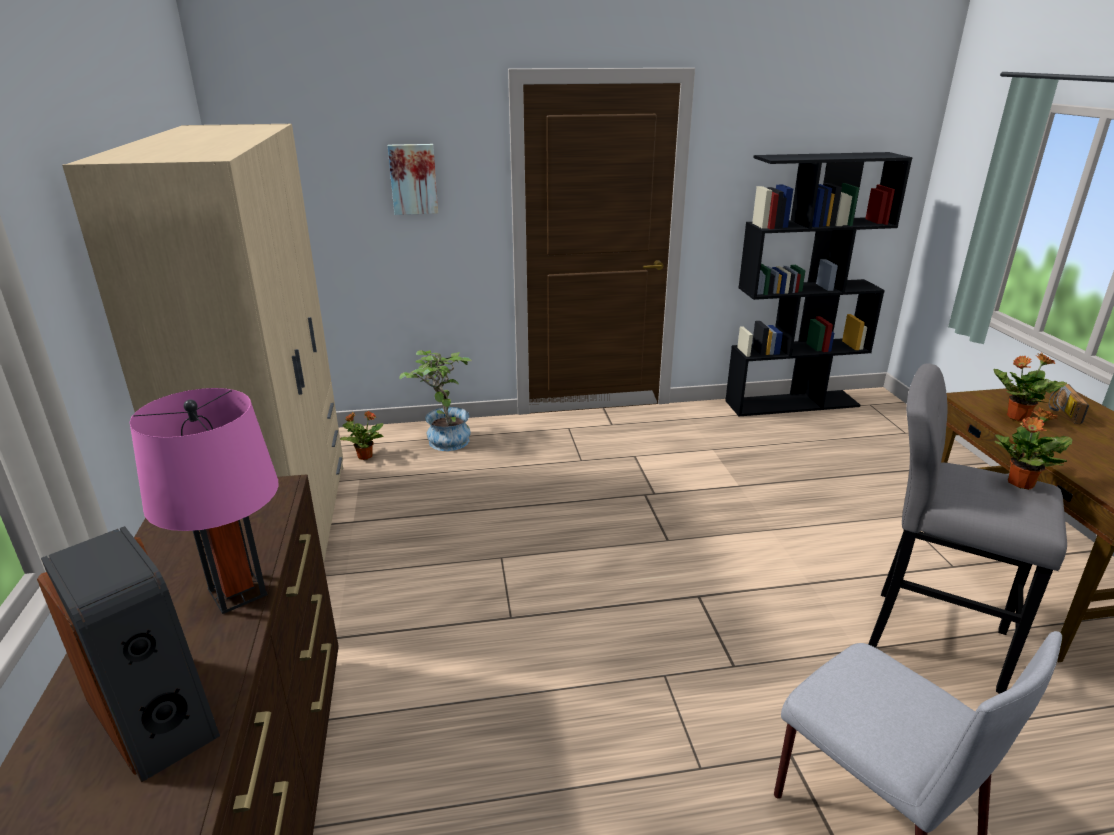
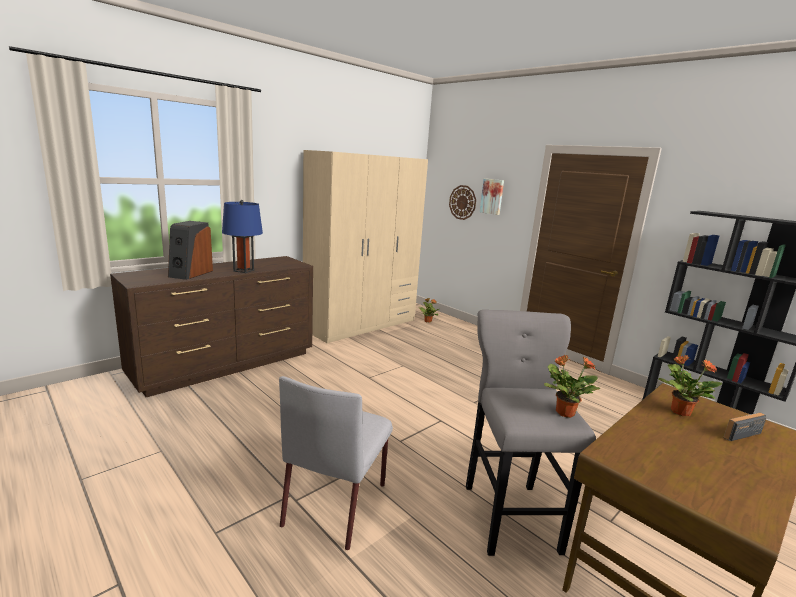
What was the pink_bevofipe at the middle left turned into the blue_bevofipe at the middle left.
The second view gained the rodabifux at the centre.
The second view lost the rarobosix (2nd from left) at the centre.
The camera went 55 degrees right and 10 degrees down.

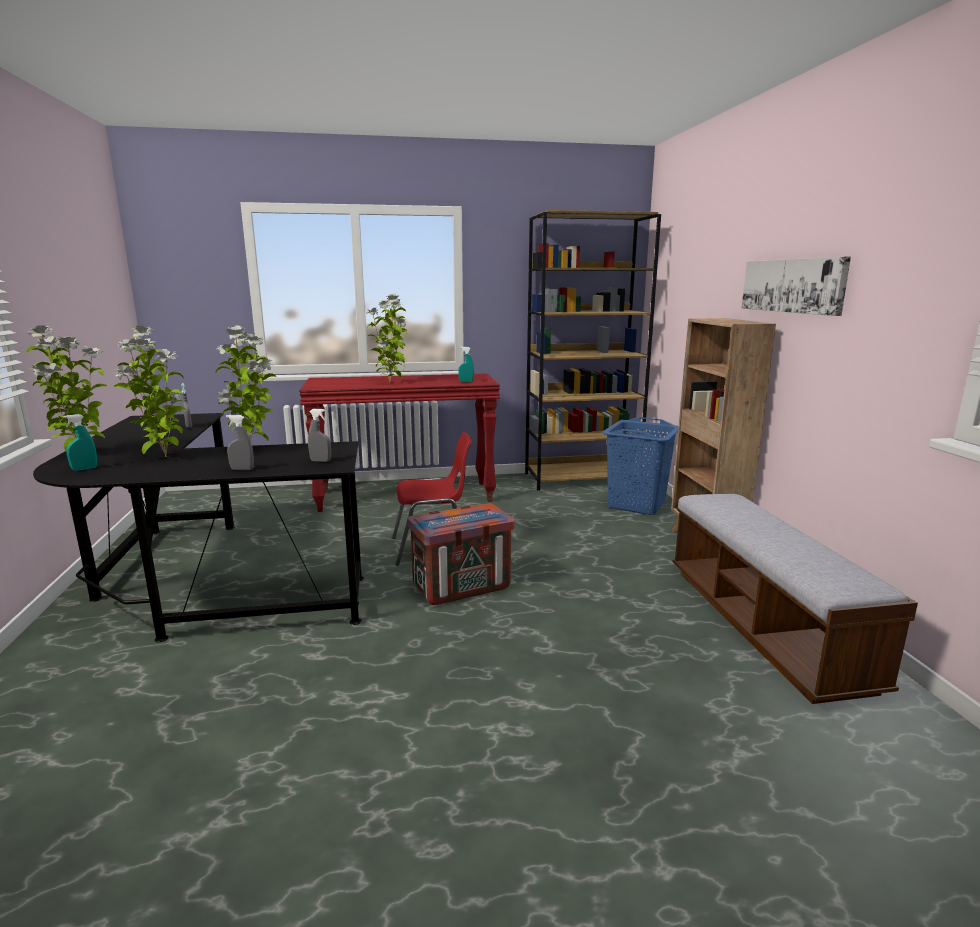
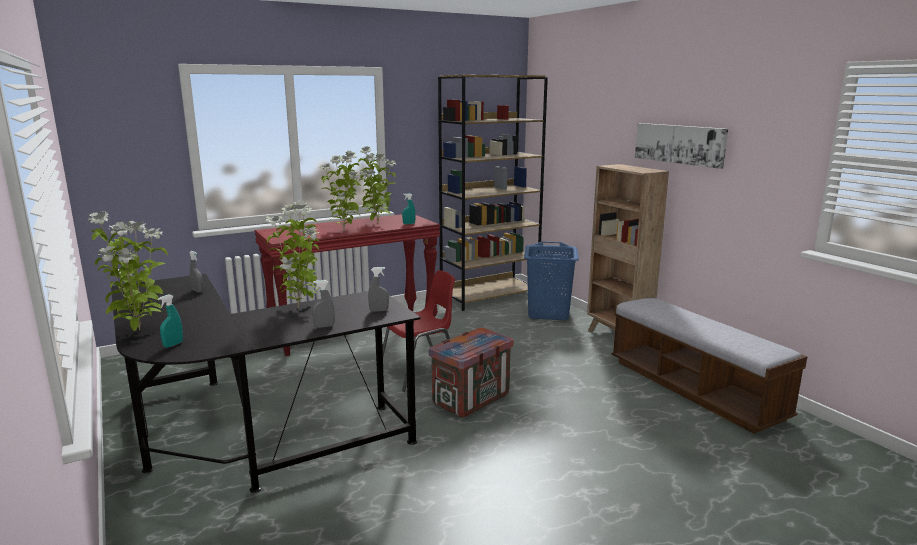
The rarobosix (2nd from left in the first image) ended up elsewhere, having gone from the middle left to the centre.
The camera went 20 degrees left and 0 degrees up.

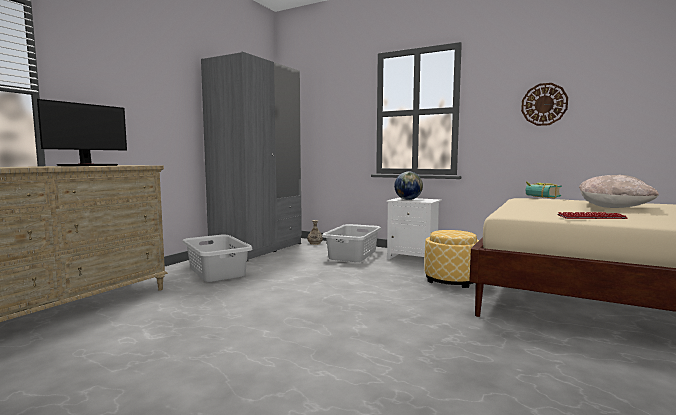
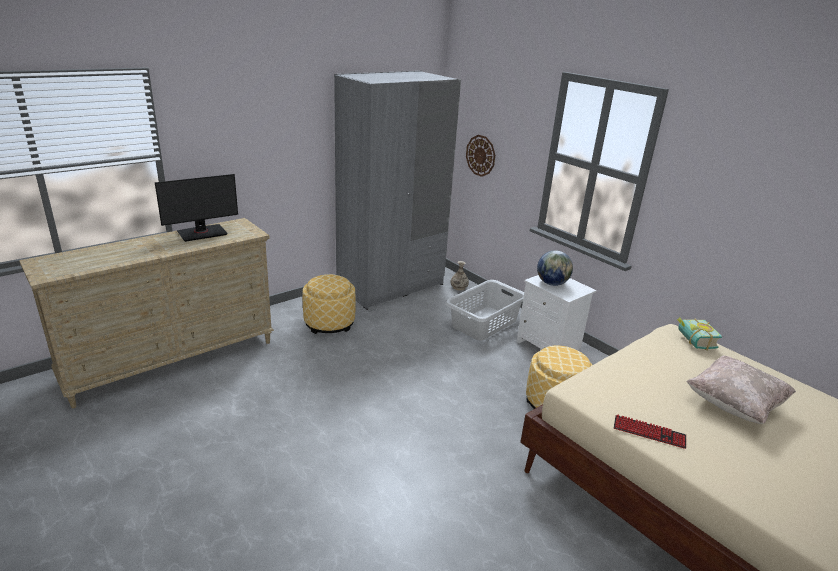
Where the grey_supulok (1st from left) stood at the middle left, the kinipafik (1st from left) came to stand at the centre.
The rodabifux ended up elsewhere, having gone from the top right to the top centre.
The camera went 20 degrees right and 20 degrees up.

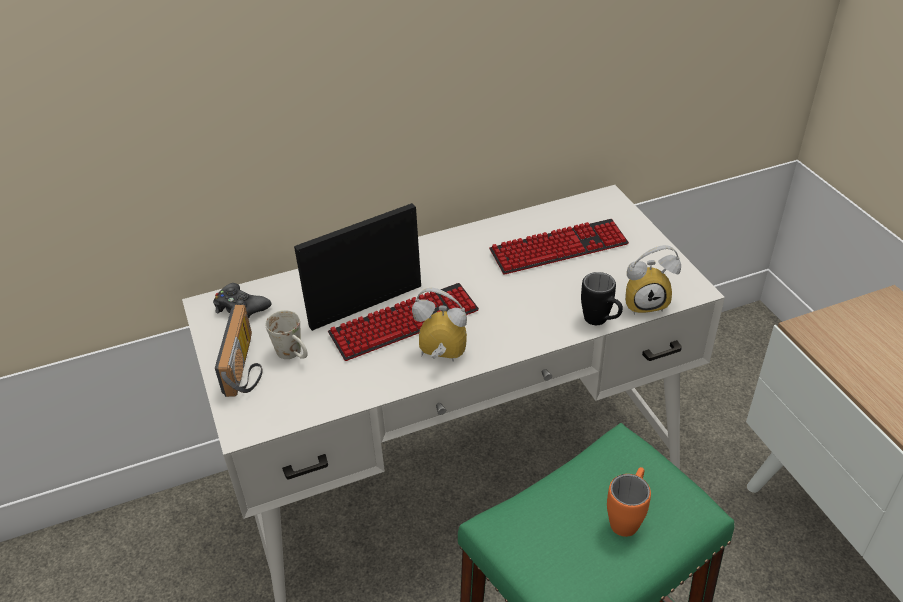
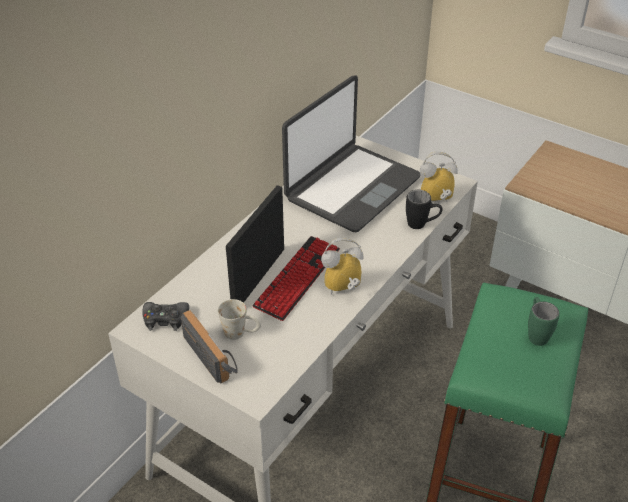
Where the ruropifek (2nd from left) stood at the centre, the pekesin came to stand at the top centre.
The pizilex (2nd from left) at the middle right ended up facing another way, 150 degrees counterclockwise from before.
What was the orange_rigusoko at the bottom right turned into the green_rigusoko at the middle right.
The camera went 35 degrees left and 0 degrees up.

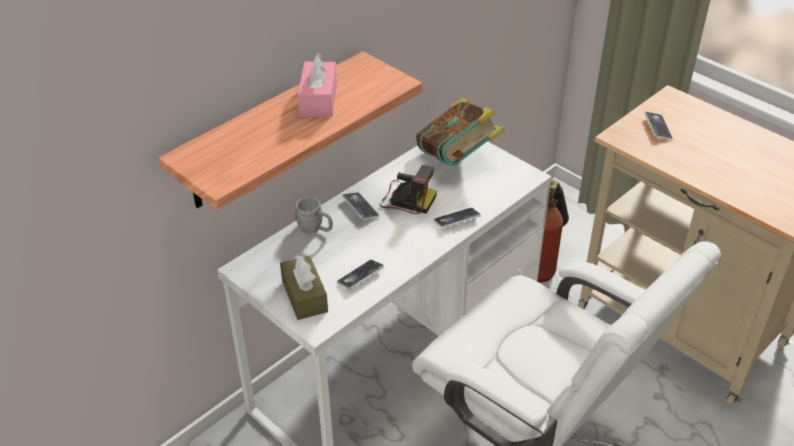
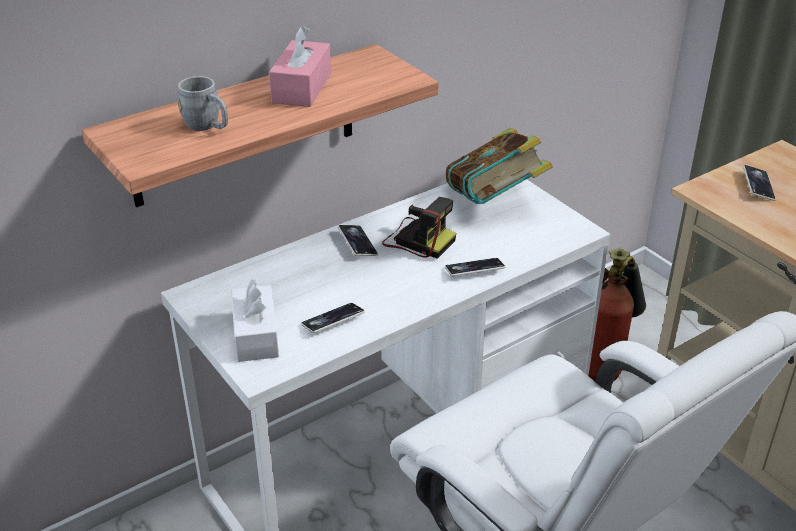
The grey_rigusoko ended up elsewhere, having gone from the centre to the top left.
What was the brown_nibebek at the centre turned into the white_nibebek at the middle left.
The camera went 10 degrees right and 5 degrees down.

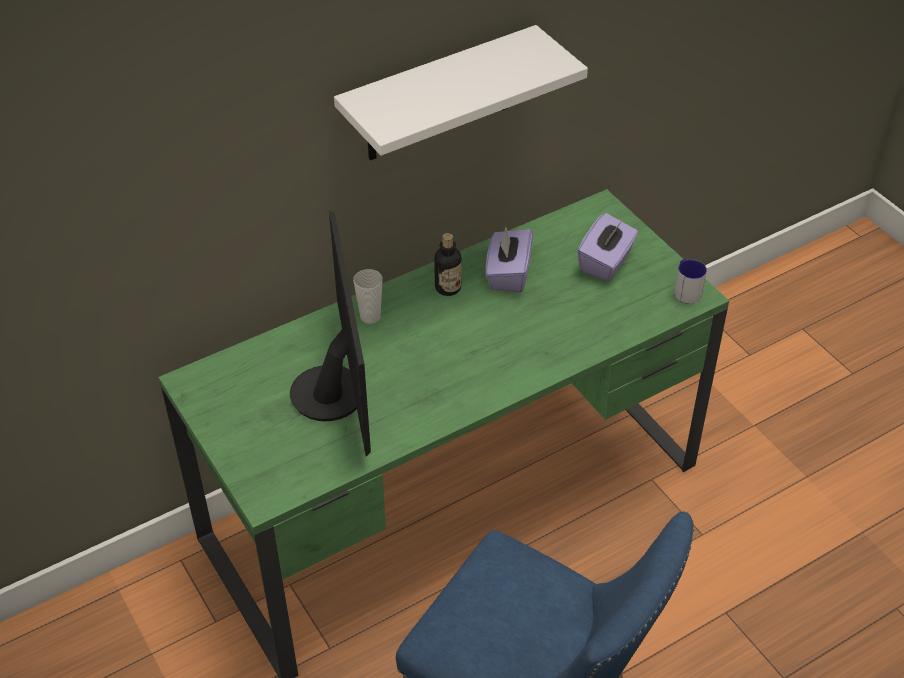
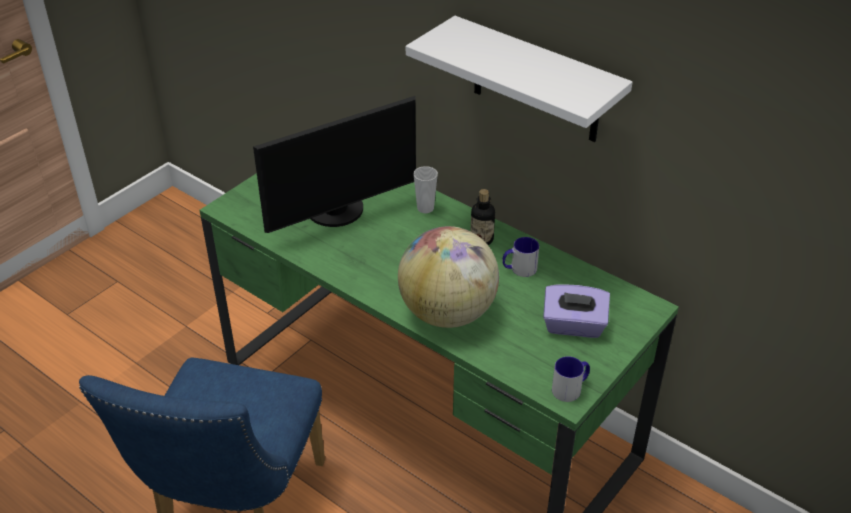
The second view gained the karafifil at the centre.
Where the purple_nibebek (1st from left) stood at the centre, the rigusoko (1st from left) came to stand at the centre.
The camera went 70 degrees right and 5 degrees down.

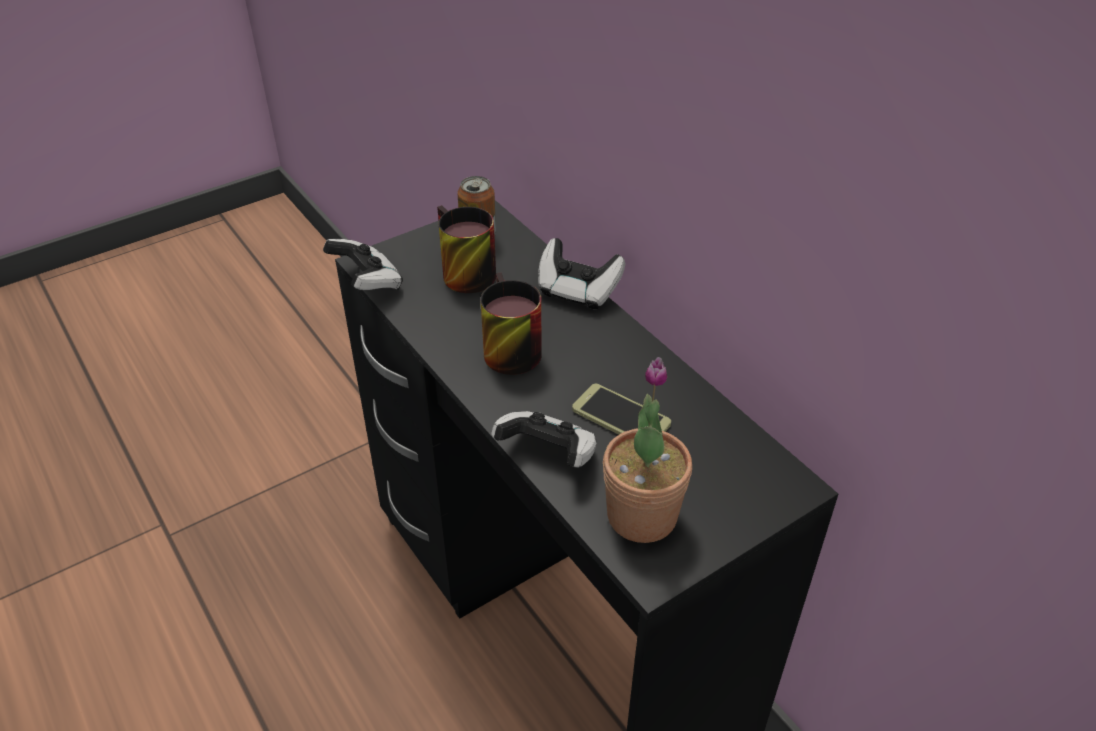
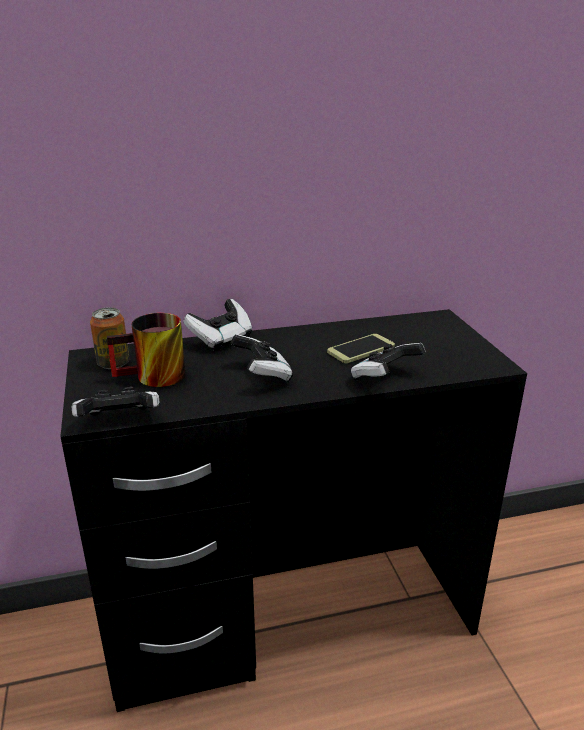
Where the rigusoko (2nd from left) stood at the centre, the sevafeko (3rd from left) came to stand at the centre.
The second view lost the rarobosix at the centre.
The camera went 70 degrees left and 15 degrees down.

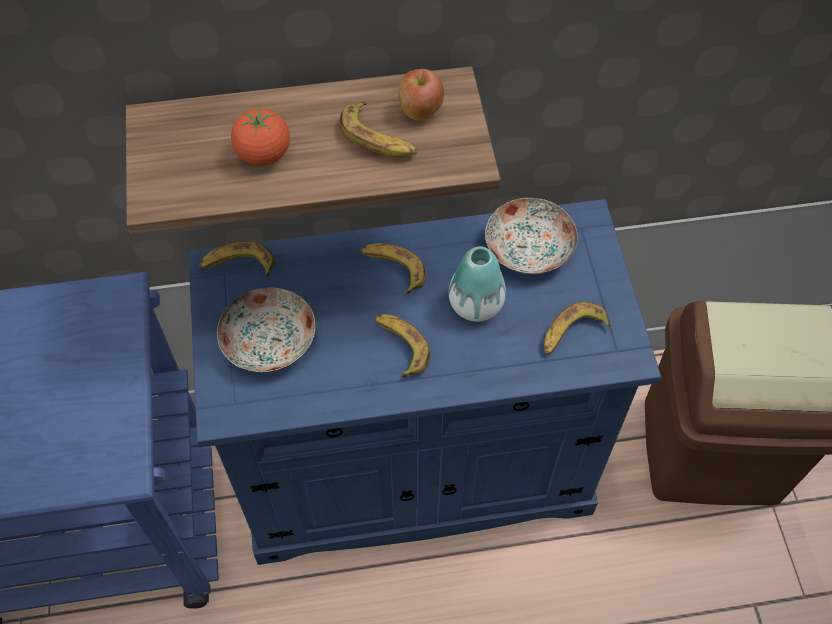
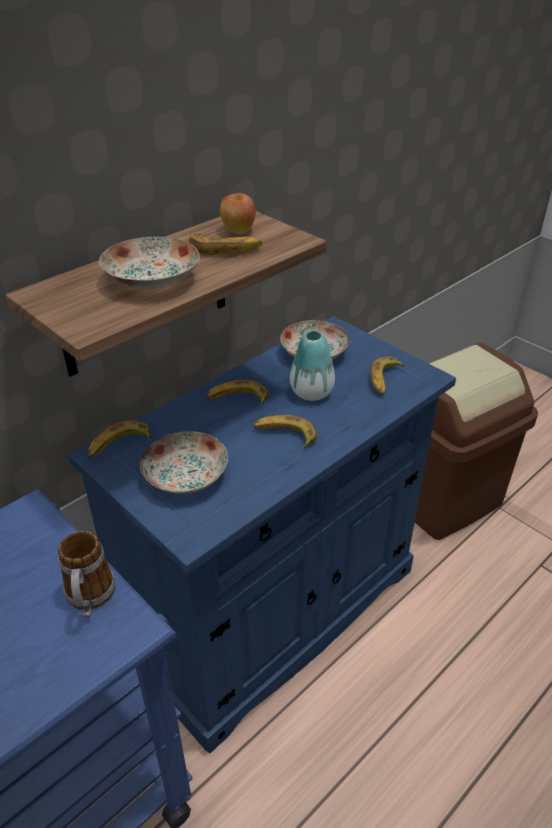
The second view gained the rigusoko at the bottom left.
Where the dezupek stood at the top left, the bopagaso (1st from left) came to stand at the top left.
The camera went 35 degrees left and 20 degrees down.

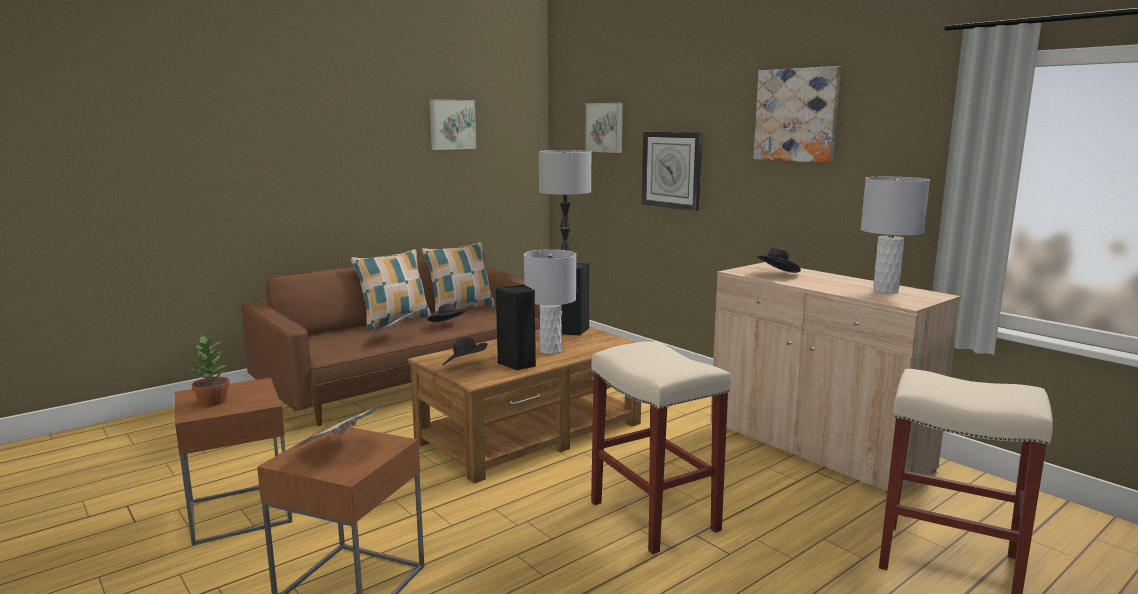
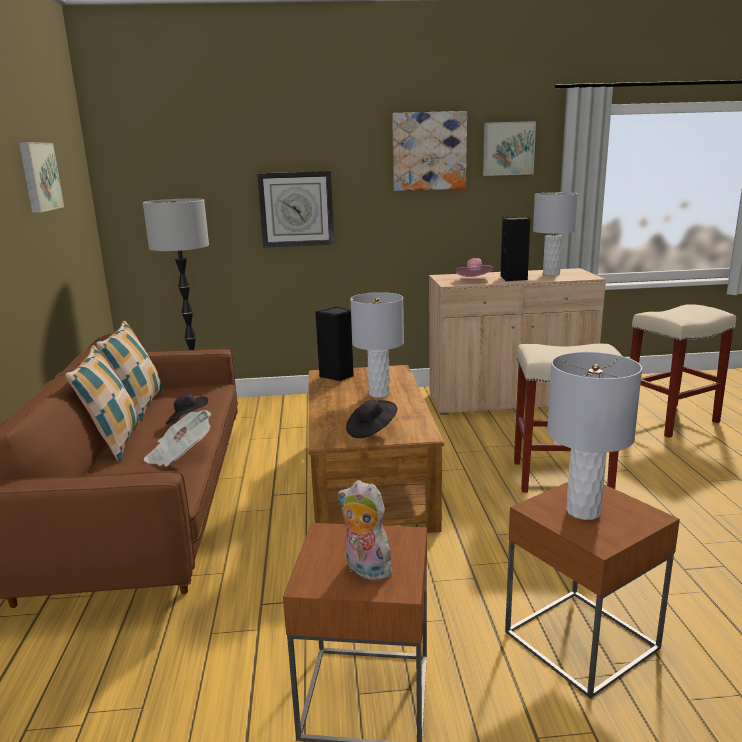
Where the rarobosix stood at the middle left, the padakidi came to stand at the bottom centre.
What was the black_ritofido (3rd from left) at the middle right turned into the pink_ritofido at the centre.
The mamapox (2nd from left in the first image) ended up elsewhere, having gone from the top centre to the top right.
The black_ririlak (1st from left in the first image) ended up elsewhere, having gone from the centre to the middle right.
Where the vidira (1st from left) stood at the bottom left, the grey_bevofipe (3rd from left) came to stand at the middle right.
The camera went 55 degrees left and 5 degrees up.

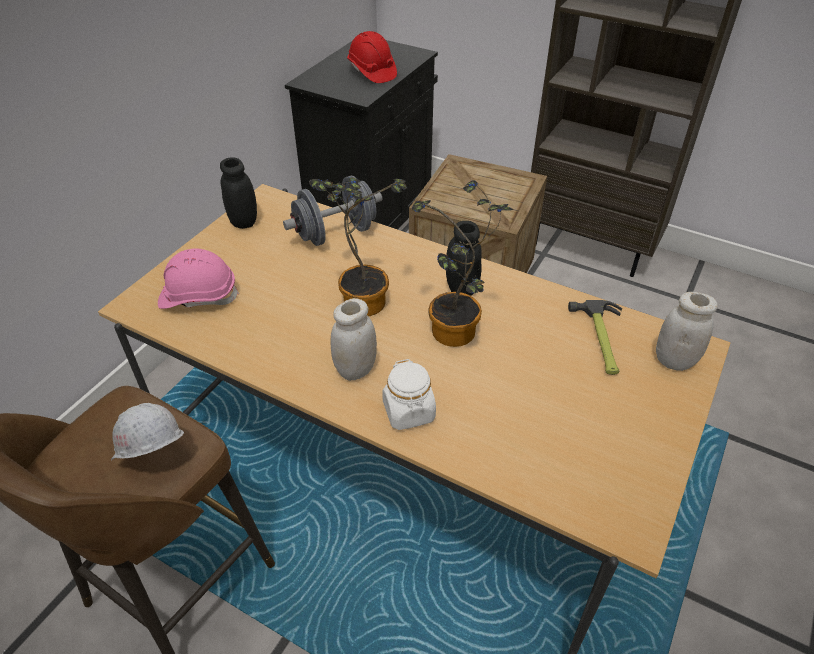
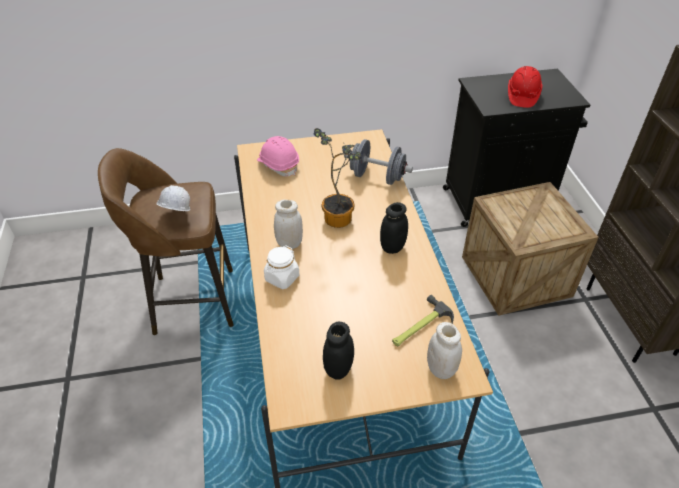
The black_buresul (1st from left) ended up elsewhere, having gone from the top left to the bottom centre.
The second view lost the rarobosix (2nd from left) at the centre.
The camera went 50 degrees right and 0 degrees up.

